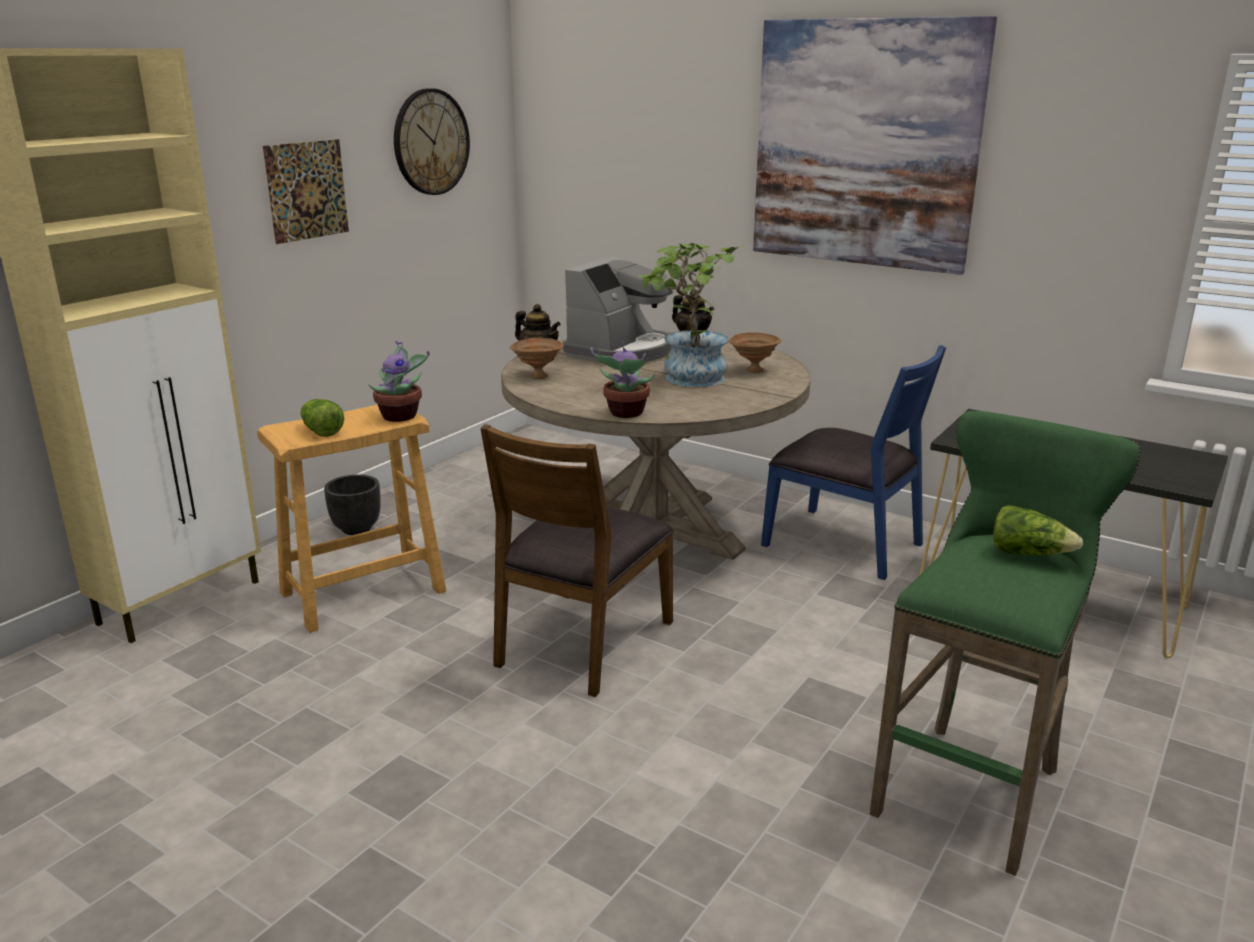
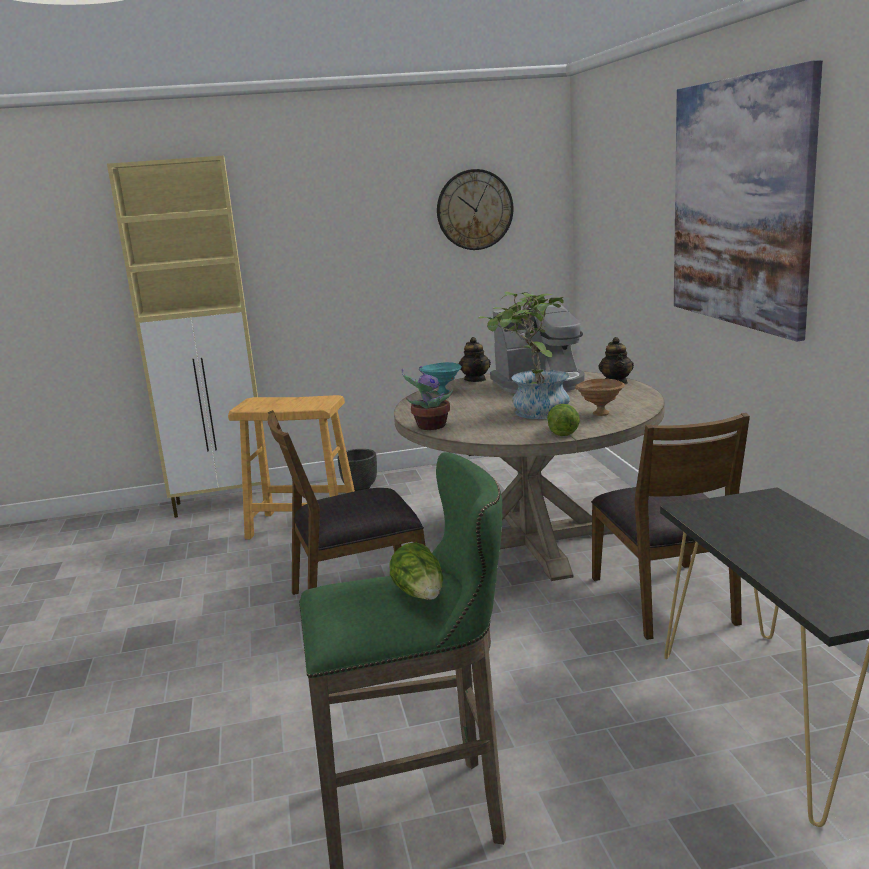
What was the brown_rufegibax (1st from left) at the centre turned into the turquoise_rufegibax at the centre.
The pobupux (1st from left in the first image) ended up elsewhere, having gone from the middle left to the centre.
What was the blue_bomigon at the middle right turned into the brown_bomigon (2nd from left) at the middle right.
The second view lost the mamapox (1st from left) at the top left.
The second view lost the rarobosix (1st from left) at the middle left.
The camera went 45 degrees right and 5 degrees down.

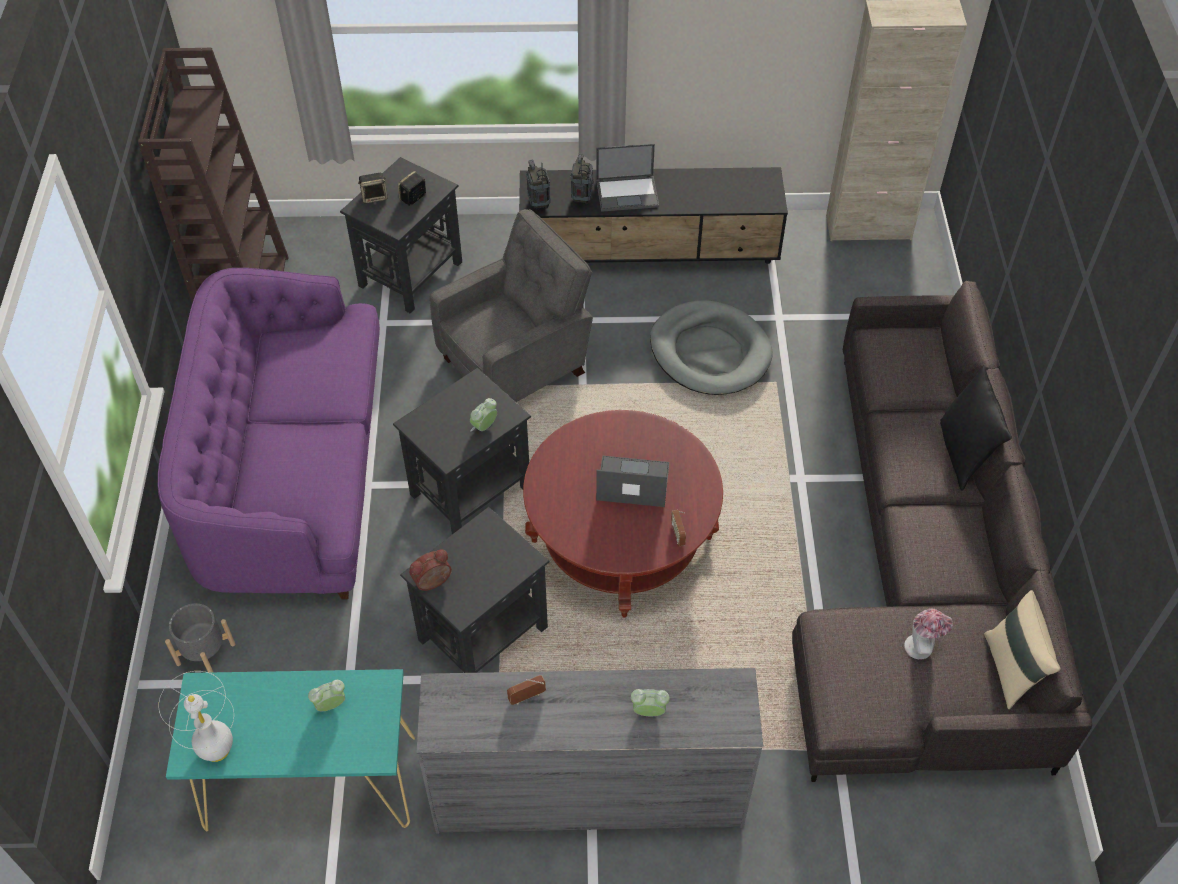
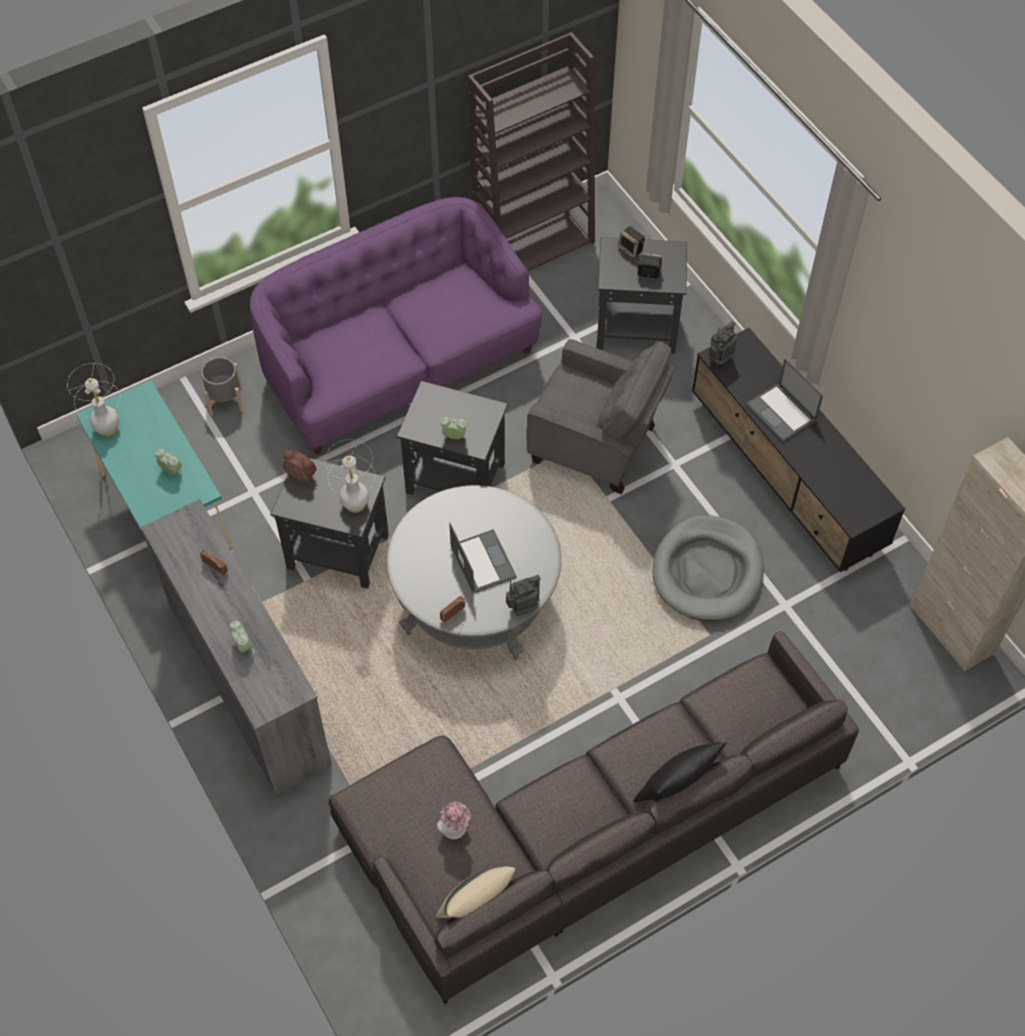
The second view gained the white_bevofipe (2nd from left) at the centre.
What was the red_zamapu at the centre turned into the grey_zamapu at the centre.
The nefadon (3rd from left) ended up elsewhere, having gone from the top centre to the centre.
The camera went 60 degrees right and 5 degrees up.

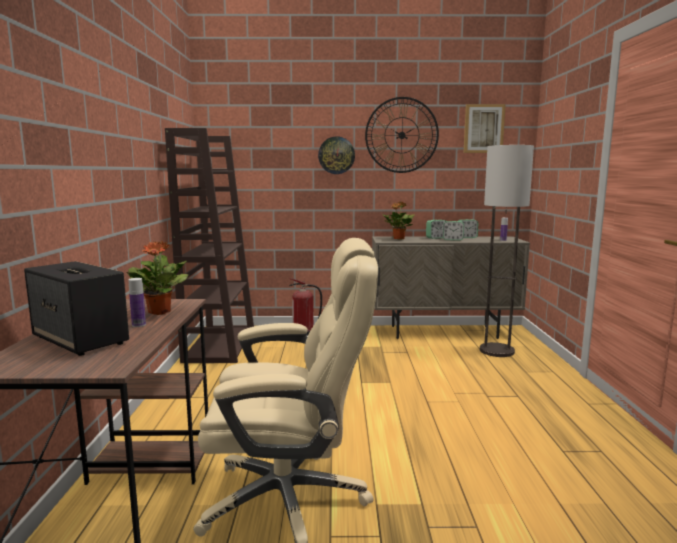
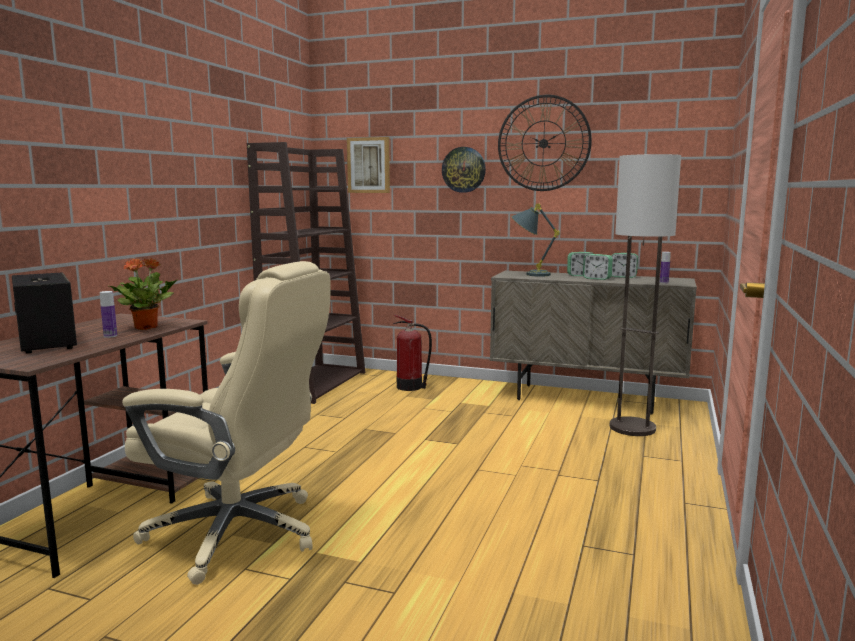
The mamapox ended up elsewhere, having gone from the top right to the top centre.
Where the rarobosix (2nd from left) stood at the centre, the grey_bevofipe came to stand at the centre.
The camera went 20 degrees right and 0 degrees up.

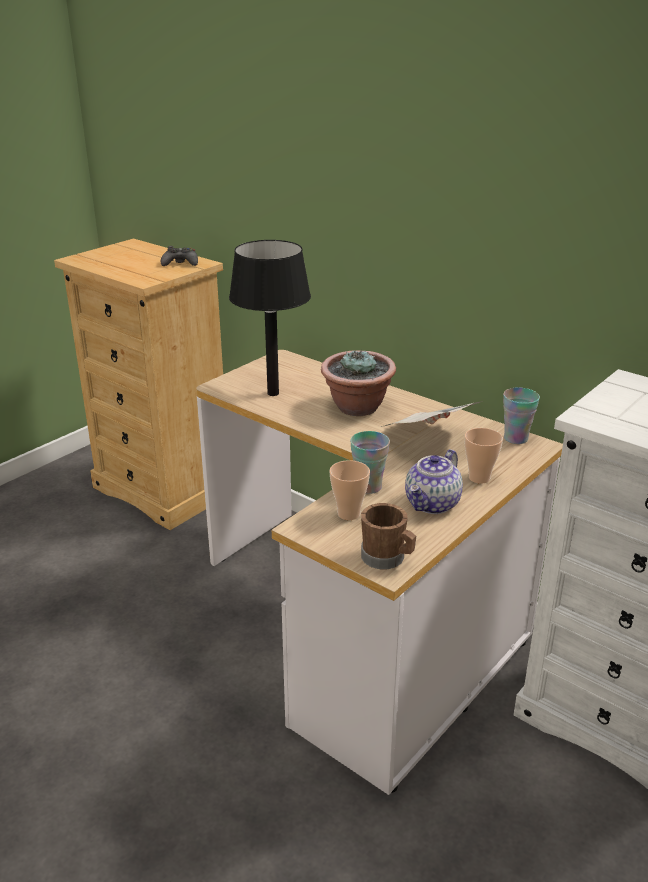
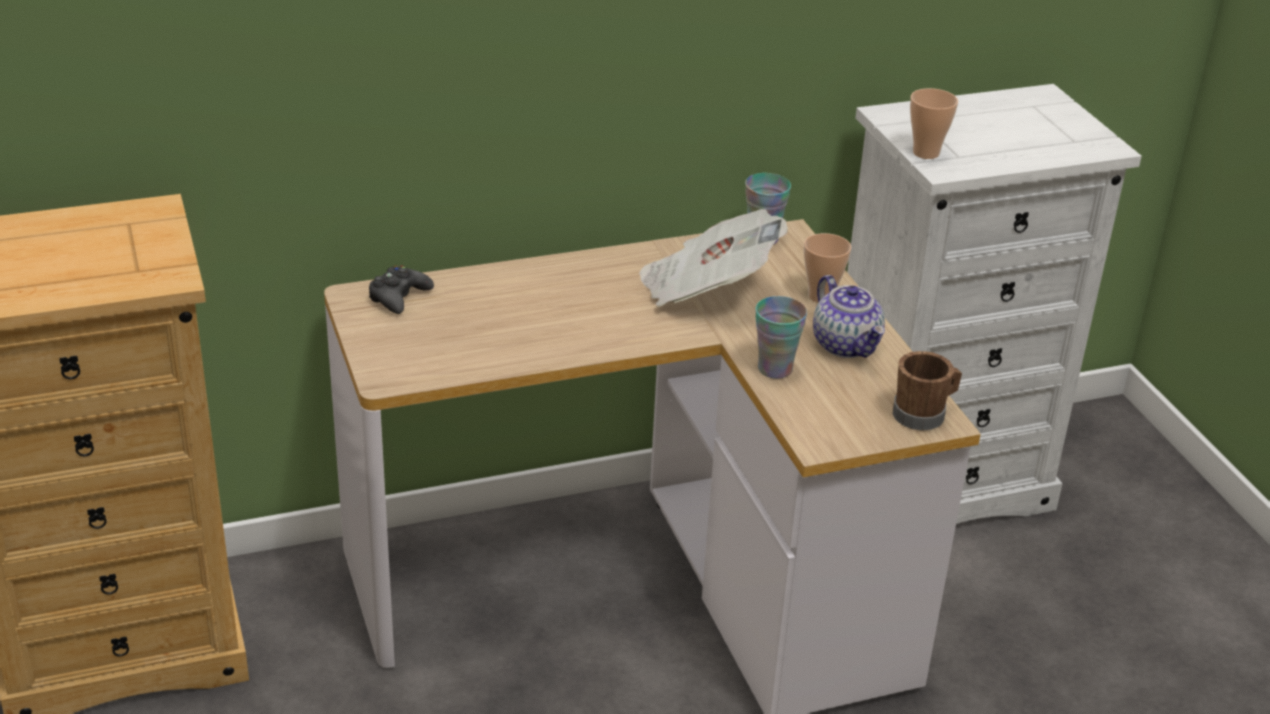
The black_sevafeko ended up elsewhere, having gone from the top left to the middle left.
The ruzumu (1st from left in the first image) ended up elsewhere, having gone from the centre to the top right.
The second view lost the black_bevofipe at the centre.
The second view lost the rarobosix at the centre.
The camera went 60 degrees left and 5 degrees up.

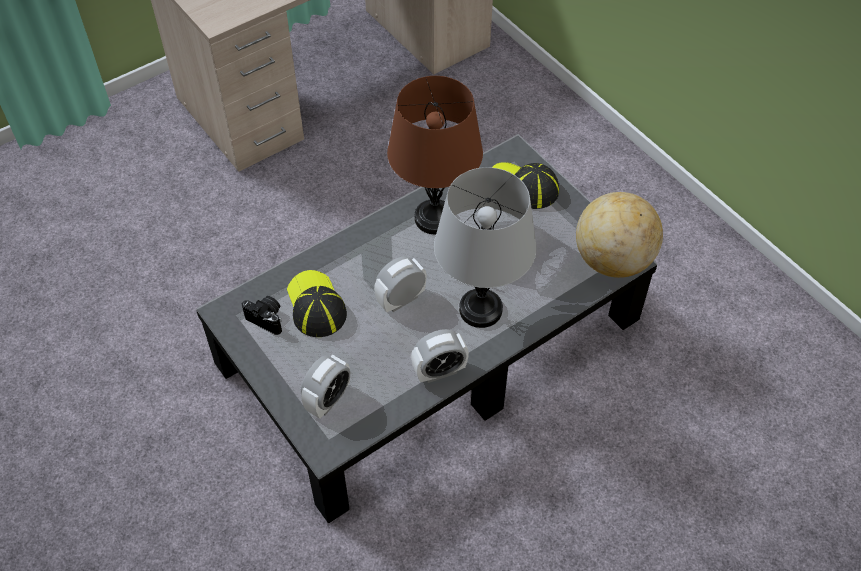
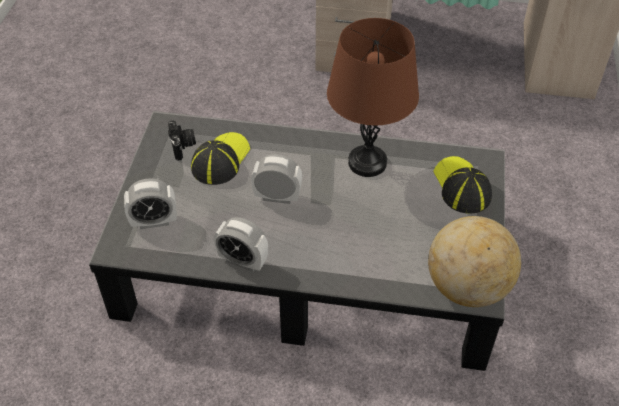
The second view lost the grey_bevofipe at the centre.
The camera went 45 degrees right and 5 degrees down.

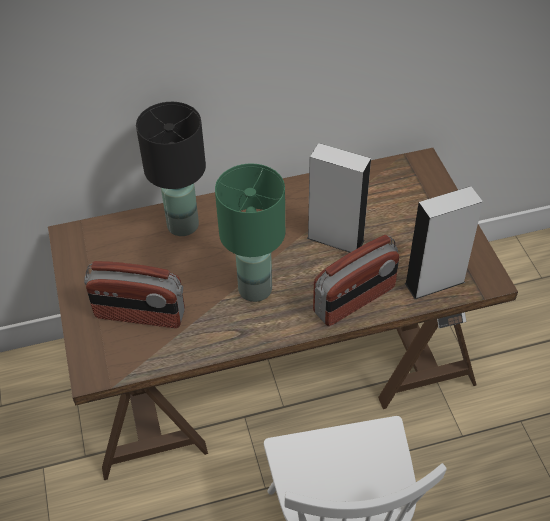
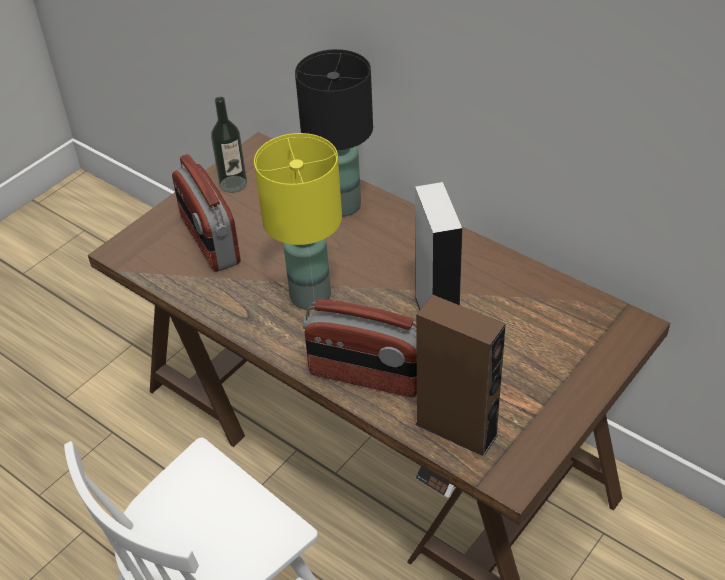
The second view gained the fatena at the top left.
What was the green_bevofipe at the centre turned into the yellow_bevofipe at the centre.
What was the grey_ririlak (2nd from left) at the middle right turned into the brown_ririlak at the centre.
The camera went 55 degrees right and 5 degrees down.

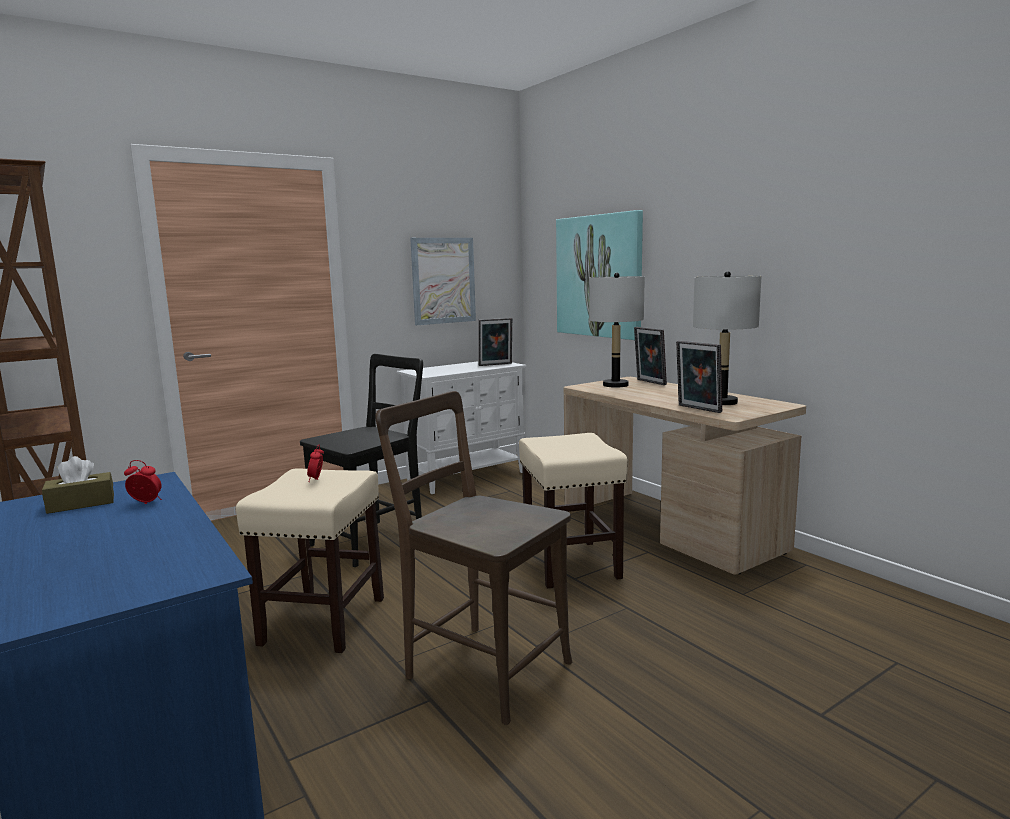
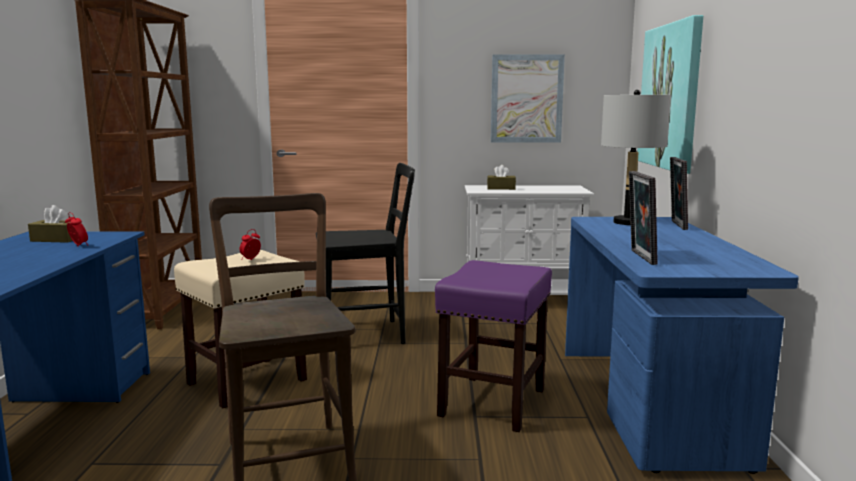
What was the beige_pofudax (2nd from left) at the centre turned into the purple_pofudax at the bottom centre.
The second view gained the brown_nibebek (2nd from left) at the centre.
What was the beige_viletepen at the middle right turned into the blue_viletepen (2nd from left) at the bottom right.
The second view lost the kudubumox (1st from left) at the centre.
The second view lost the grey_bevofipe (2nd from left) at the middle right.
The camera went 35 degrees right and 0 degrees up.

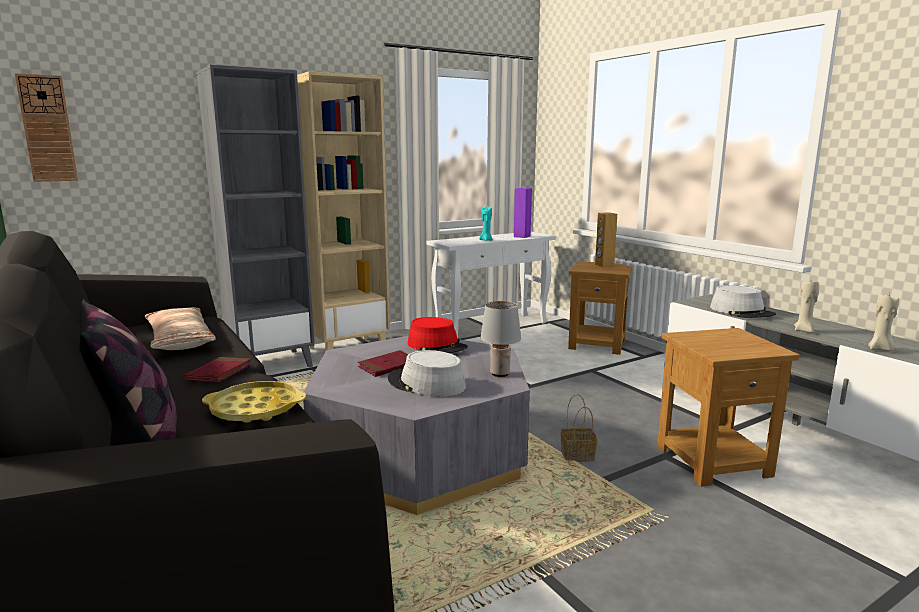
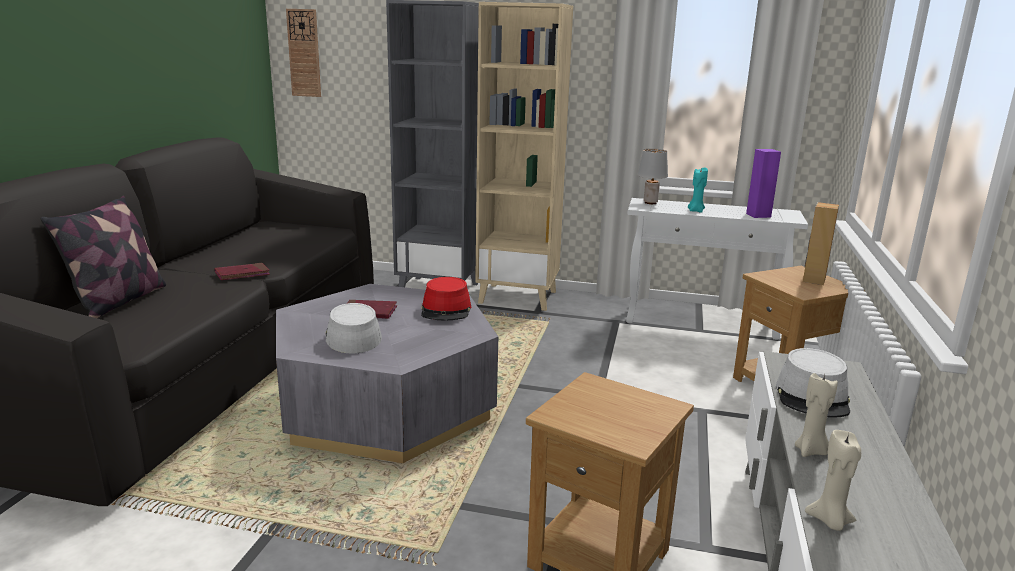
The grey_bevofipe ended up elsewhere, having gone from the centre to the top centre.
The second view lost the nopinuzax (2nd from left) at the middle left.
The second view lost the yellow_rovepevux at the middle left.
The second view lost the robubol at the bottom centre.
The camera went 45 degrees right and 5 degrees up.

